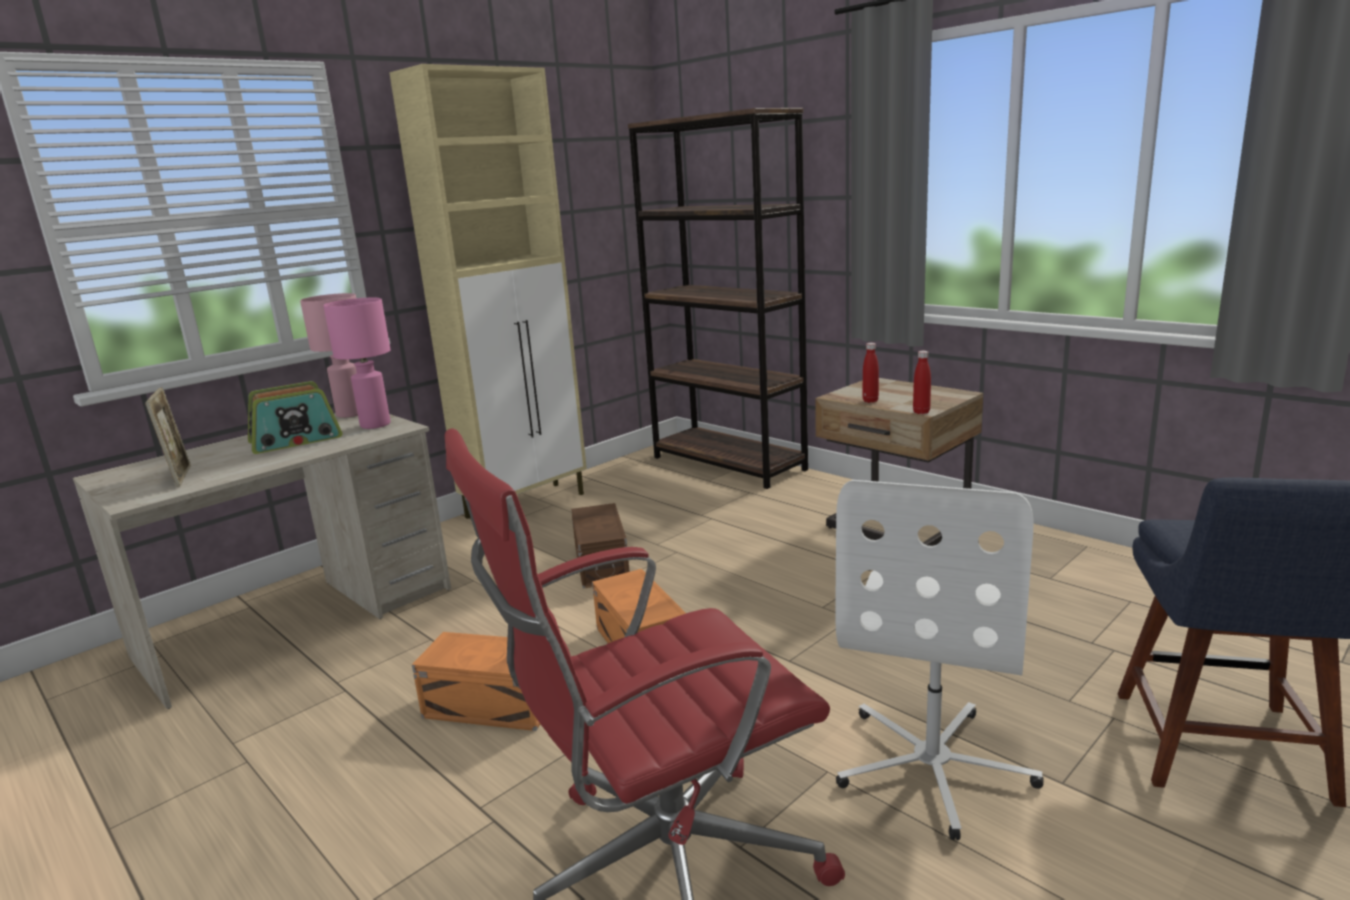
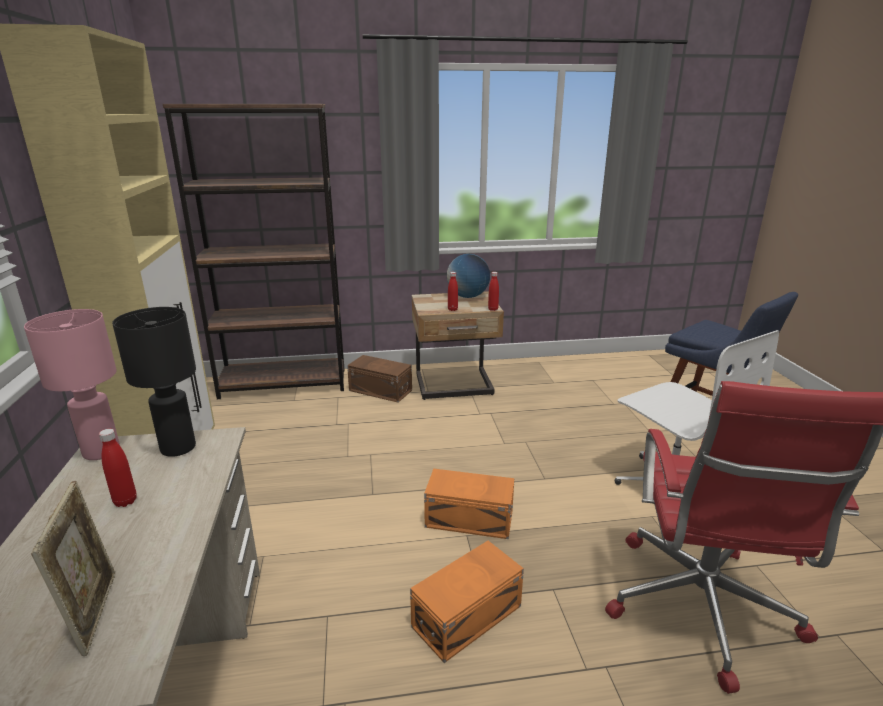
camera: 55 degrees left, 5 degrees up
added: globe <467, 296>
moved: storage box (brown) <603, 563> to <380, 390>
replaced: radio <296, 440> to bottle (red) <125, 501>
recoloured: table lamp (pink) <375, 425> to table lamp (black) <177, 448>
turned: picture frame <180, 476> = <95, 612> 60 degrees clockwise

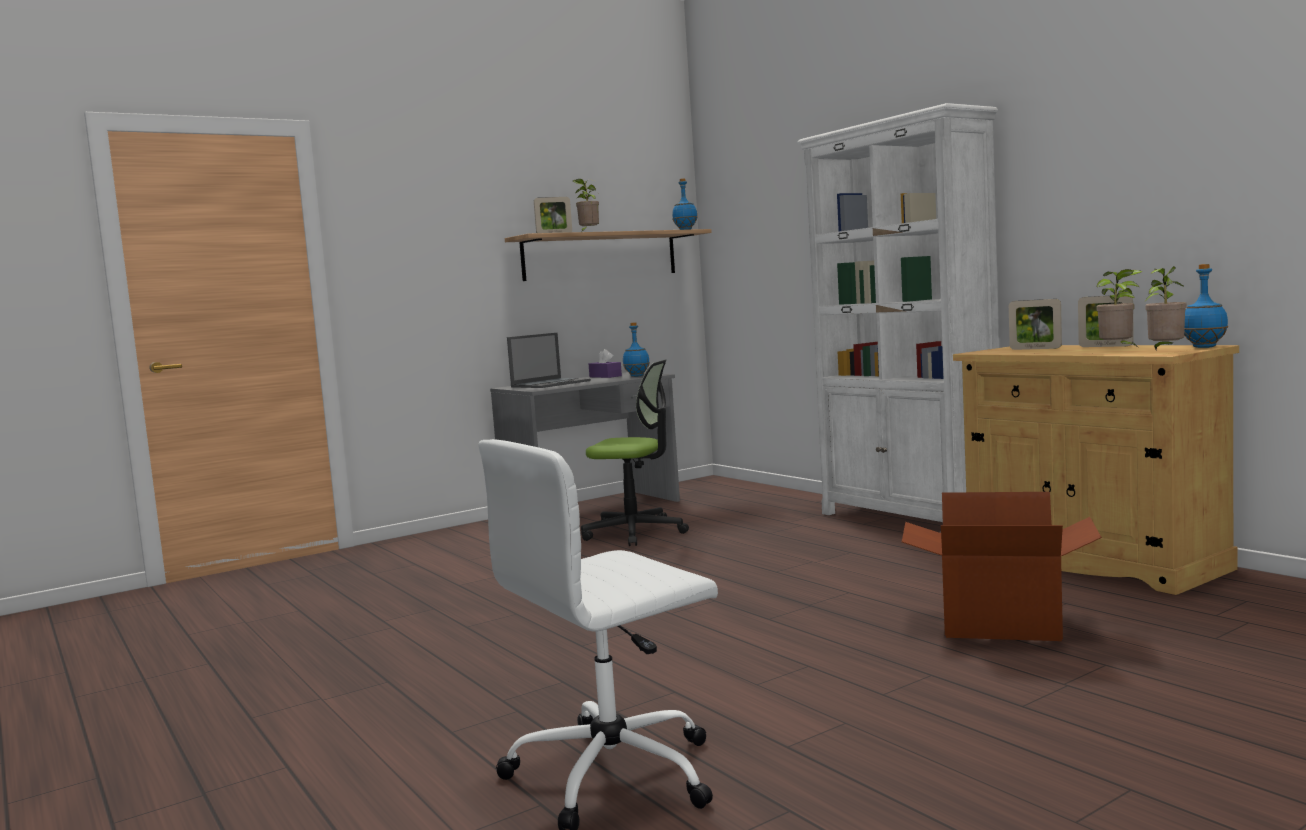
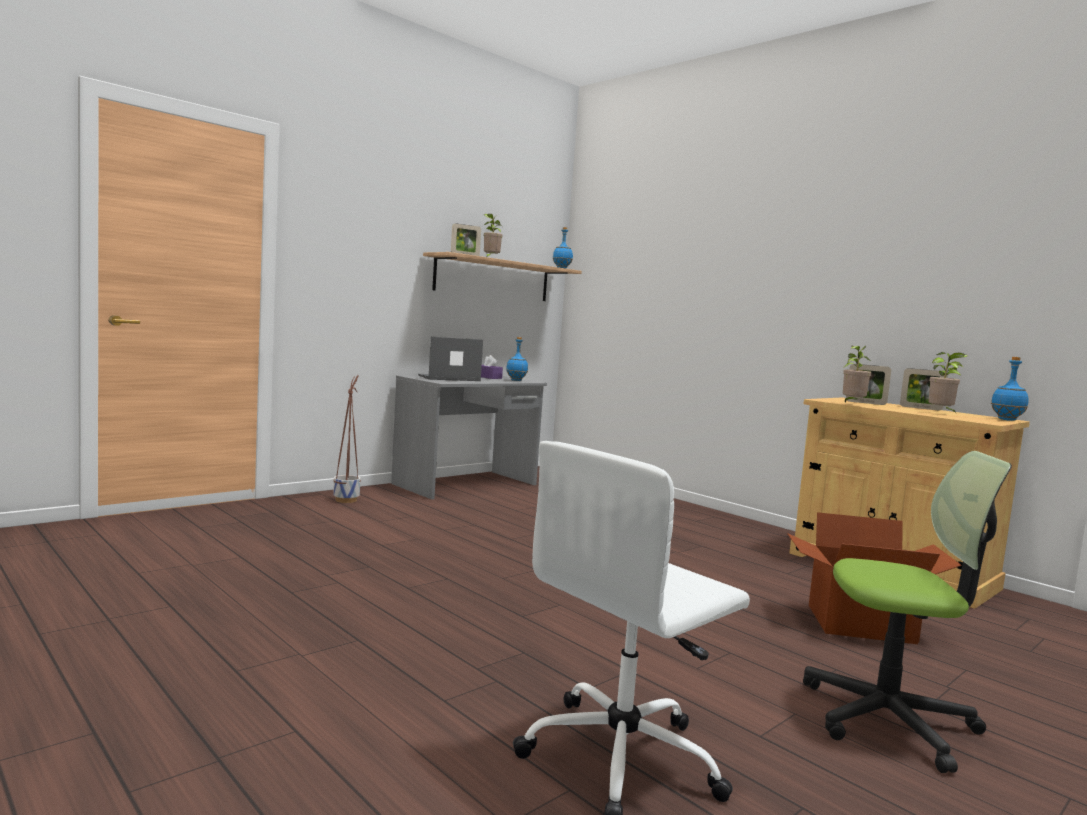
camera: 10 degrees left, 0 degrees up
removed: bookcase (white) <909, 520>
added: planter <346, 500>
moved: office chair <635, 532> to <889, 719>; potted plant <1165, 352> to <852, 404>
turned: laptop <551, 384> = <448, 378> 150 degrees counterclockwise

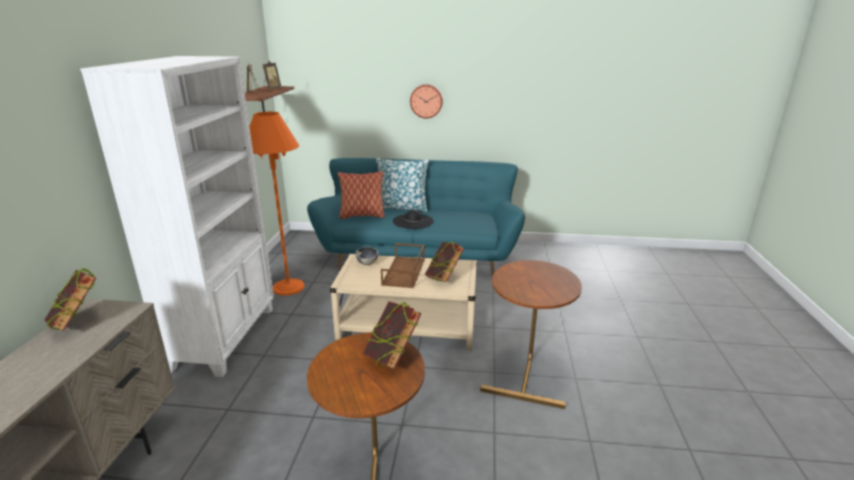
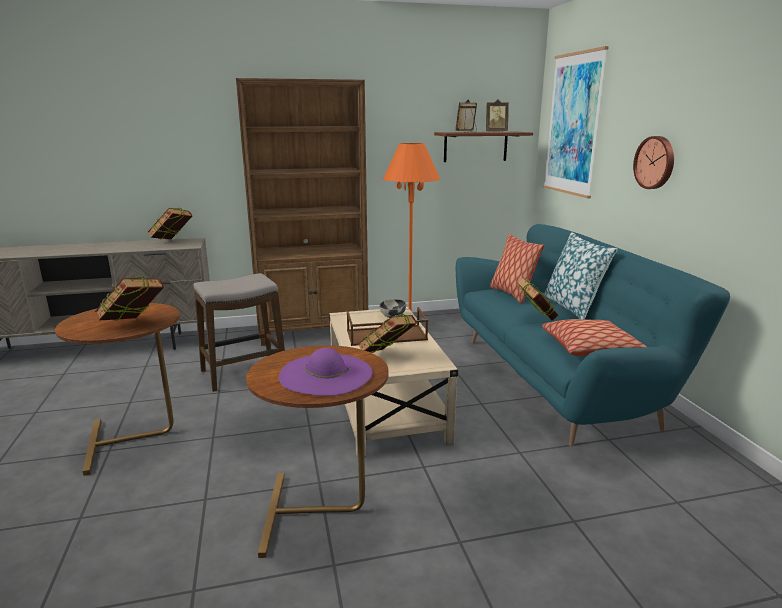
camera: 70 degrees right, 5 degrees down
added: stool <243, 373>; hat (purple) <326, 374>; pillow <590, 348>; picture <573, 124>
replaced: hat (black) <413, 221> to book <535, 318>
recoloured: bookcase (white) <225, 337> to bookcase (brown) <313, 332>

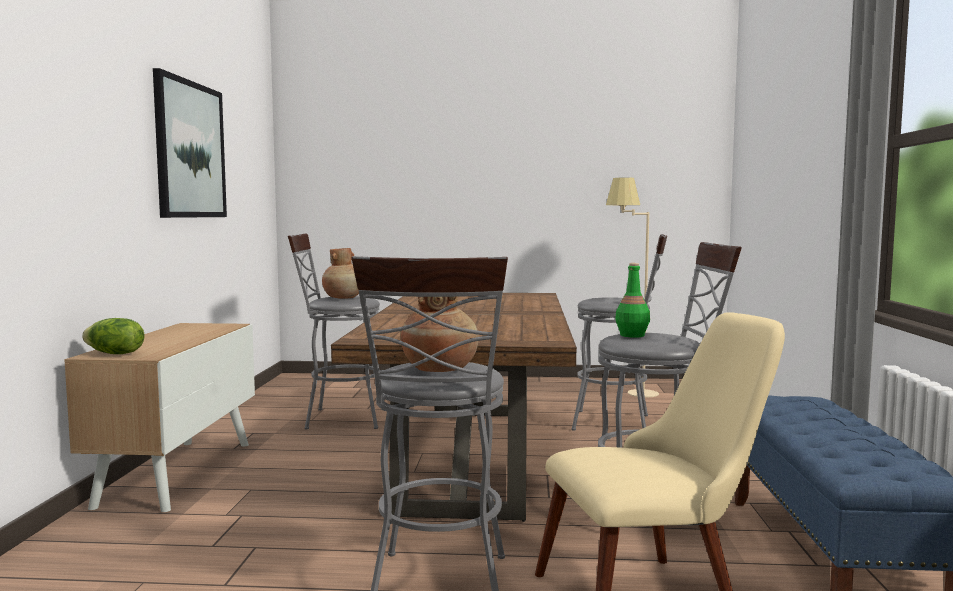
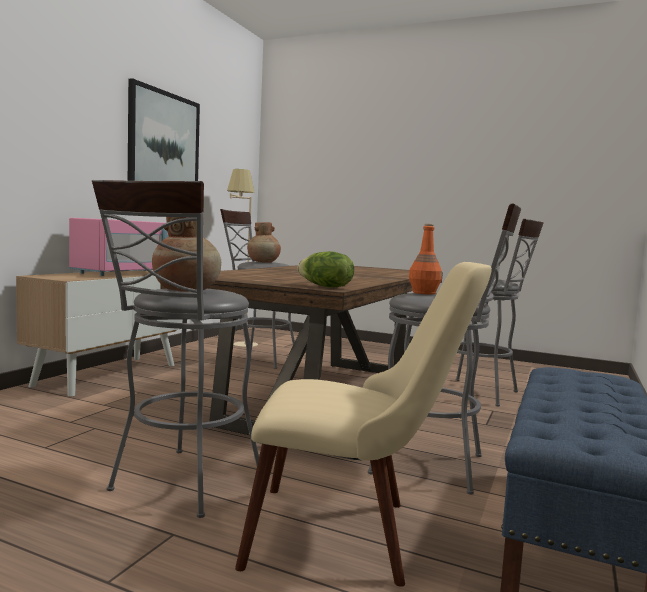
camera: 20 degrees right, 0 degrees up
added: microwave (pink) <126, 273>
moved: lettuce <114, 354> to <325, 287>; floor lamp (beige) <629, 391> to <239, 342>
recoloured: bottle (green) <632, 335> to bottle (orange) <424, 293>

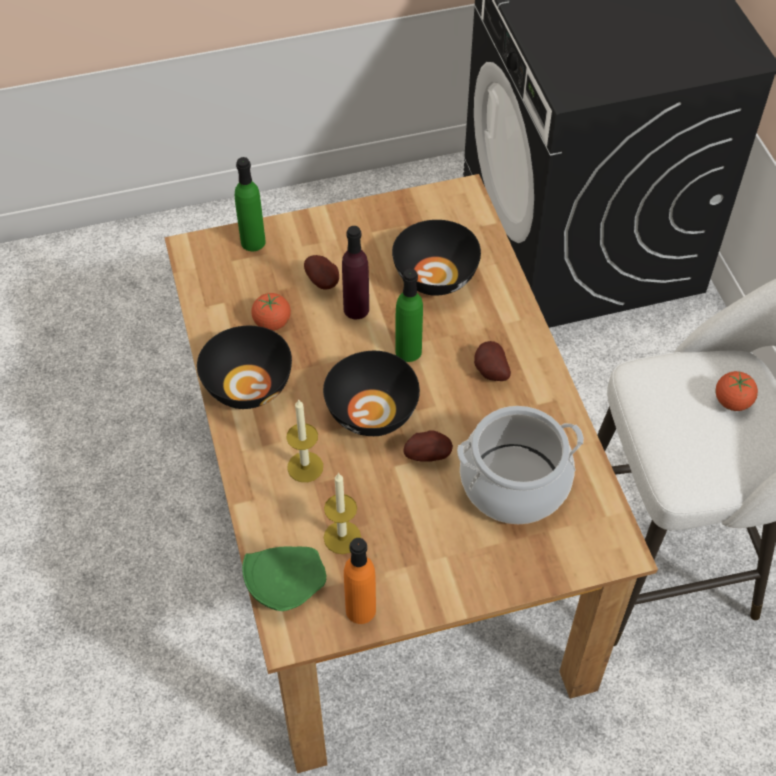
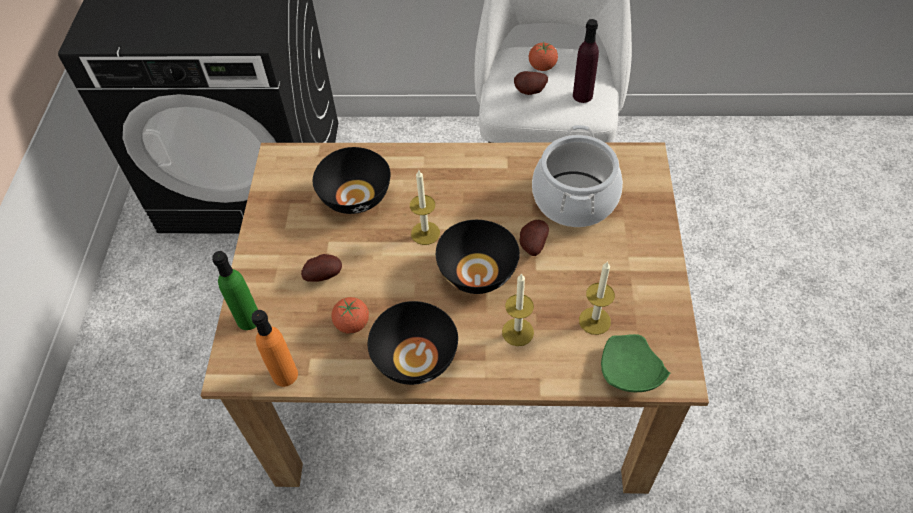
camera: 70 degrees left, 0 degrees up
moved: bottle (purple) <356, 309> to <582, 95>; bottle (orange) <360, 609> to <285, 375>; potato <489, 372> to <530, 92>
replaced: bottle (green) <408, 351> to candle <425, 233>

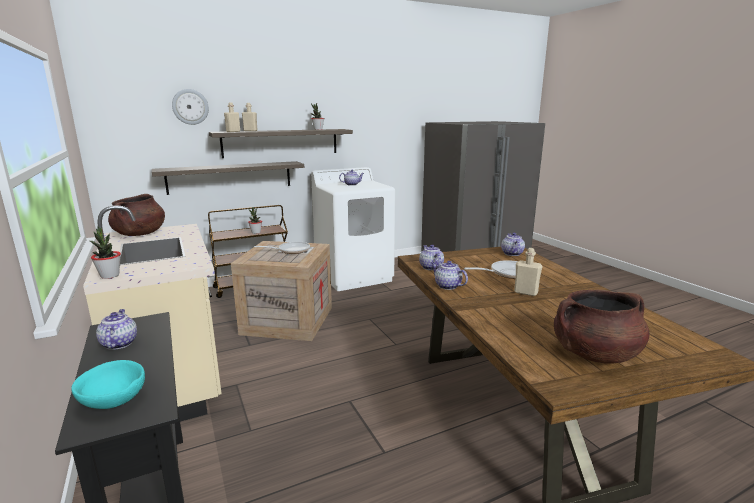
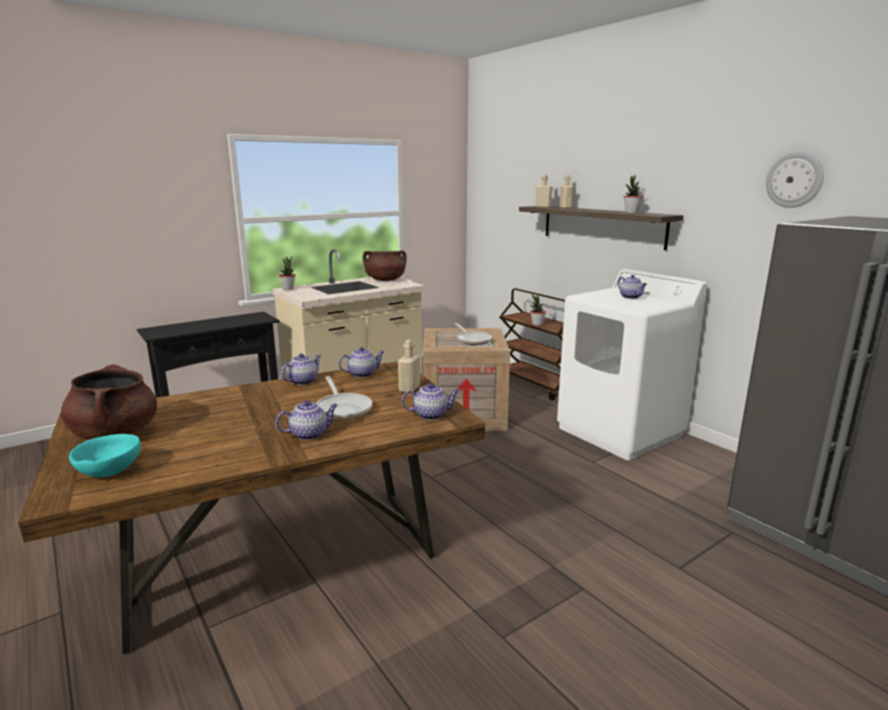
camera: 80 degrees right, 0 degrees up
removed: shelf <230, 177>
moved: bowl (turquoise) <113, 401> to <109, 471>; teapot <119, 343> to <309, 434>; wall clock <190, 107> to <794, 180>; bottle (beige) <525, 292> to <409, 389>

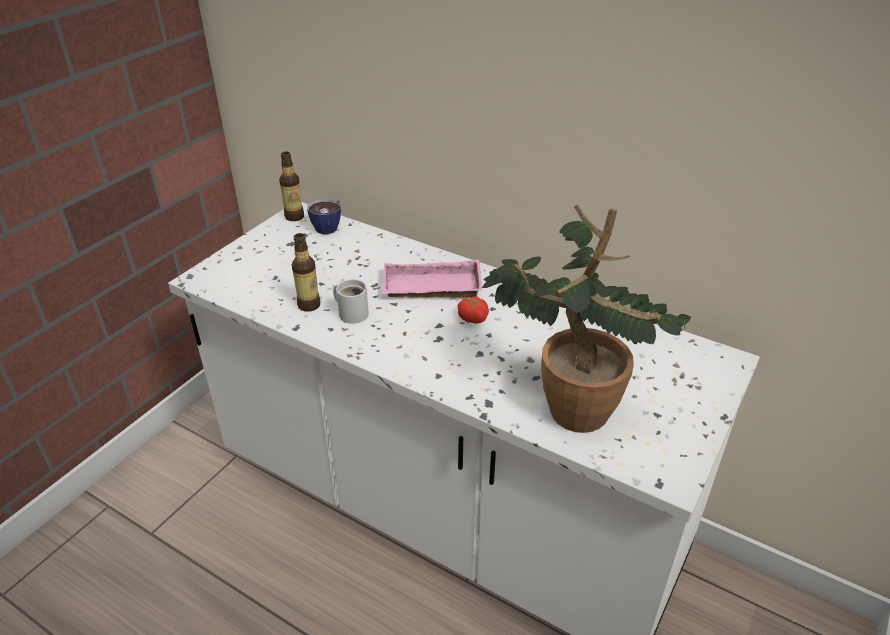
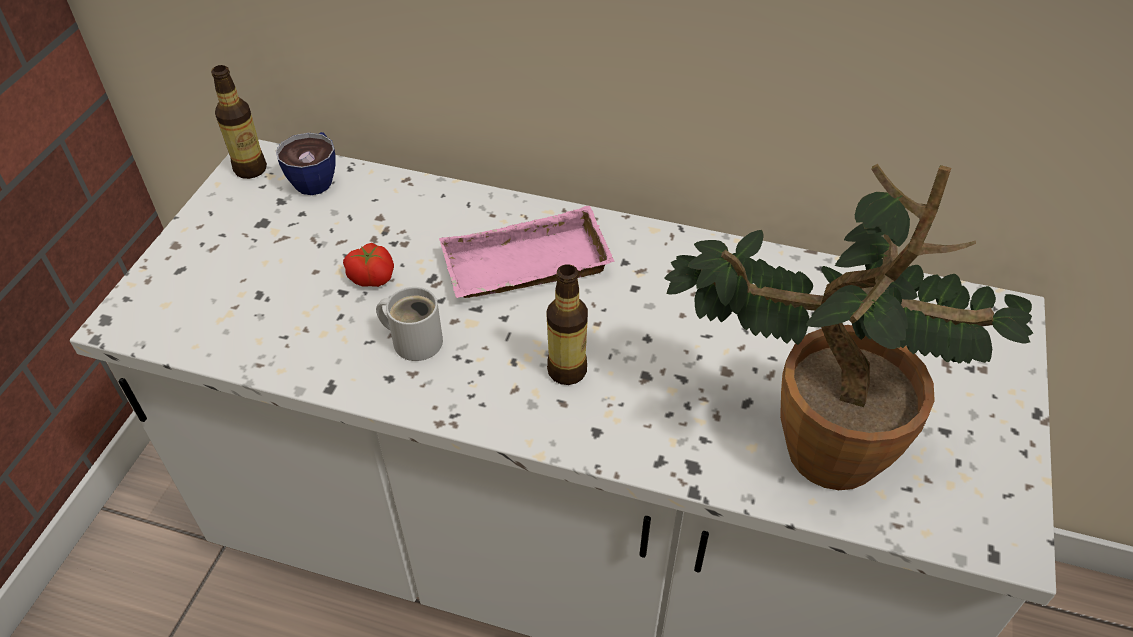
camera: 15 degrees left, 10 degrees up
moved: bottle <309, 305> to <567, 370>; tomato <473, 317> to <372, 276>

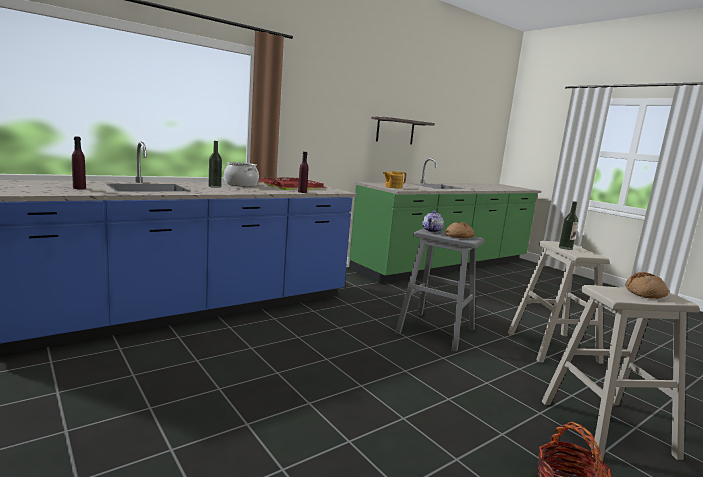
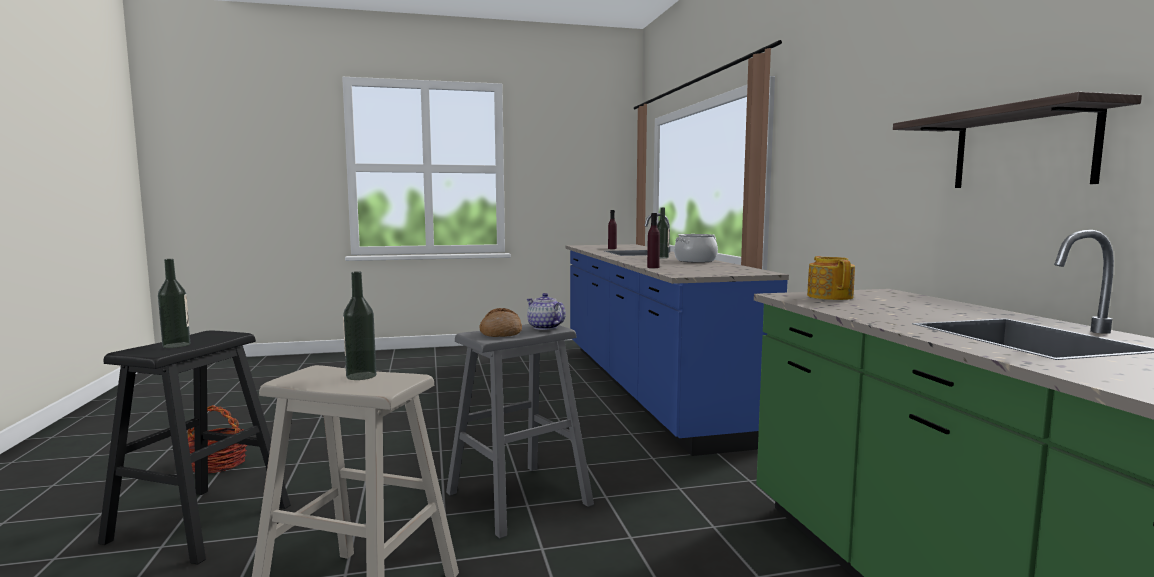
camera: 115 degrees right, 5 degrees down
removed: tray (red) <291, 186>
replaced: bread <645, 293> to bottle <176, 345>
recoloured: stool (beige) <606, 428> to stool (black) <200, 523>

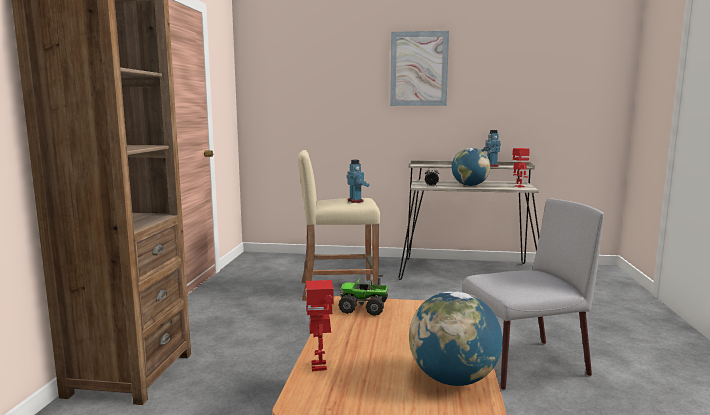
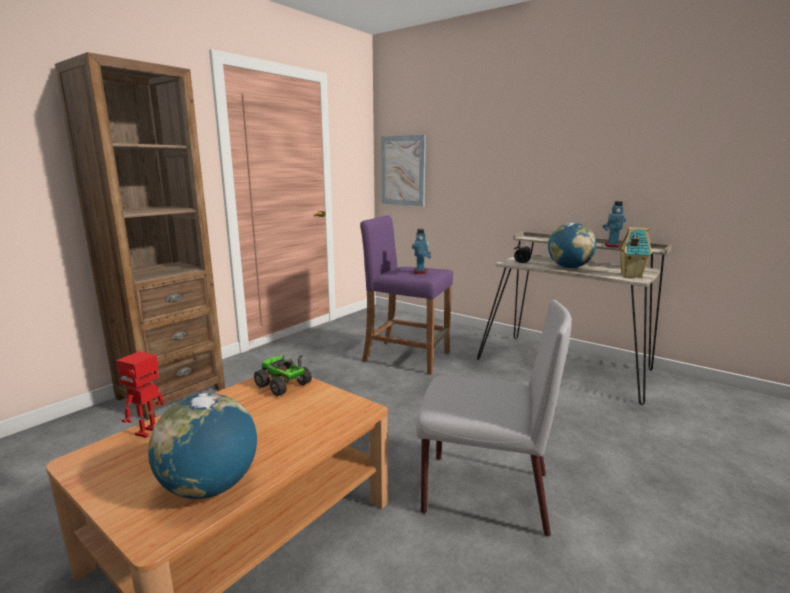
camera: 30 degrees right, 5 degrees up
moved: picture <419, 69> to <403, 171>
replaced: toy robot <519, 186> to toy house <630, 275>
recoloured: stool (beige) <338, 289> to stool (purple) <406, 357>

